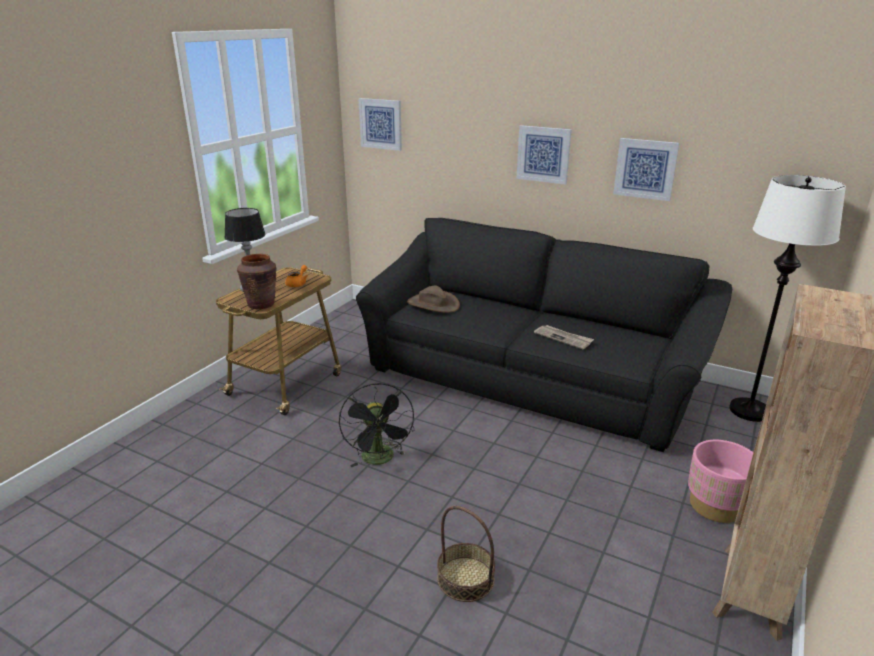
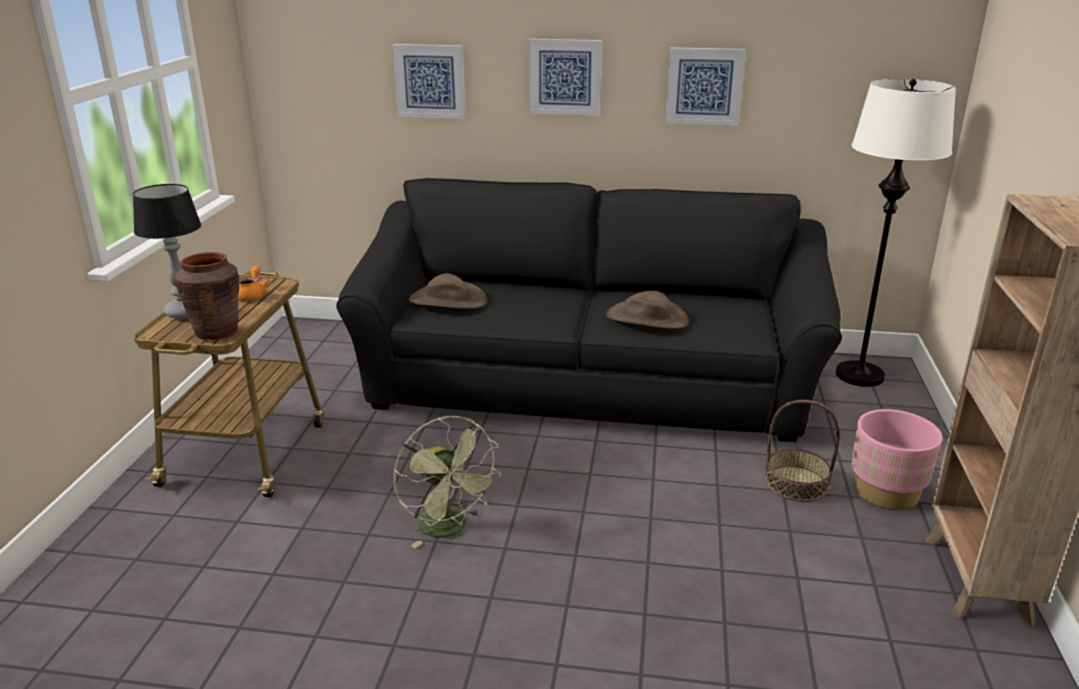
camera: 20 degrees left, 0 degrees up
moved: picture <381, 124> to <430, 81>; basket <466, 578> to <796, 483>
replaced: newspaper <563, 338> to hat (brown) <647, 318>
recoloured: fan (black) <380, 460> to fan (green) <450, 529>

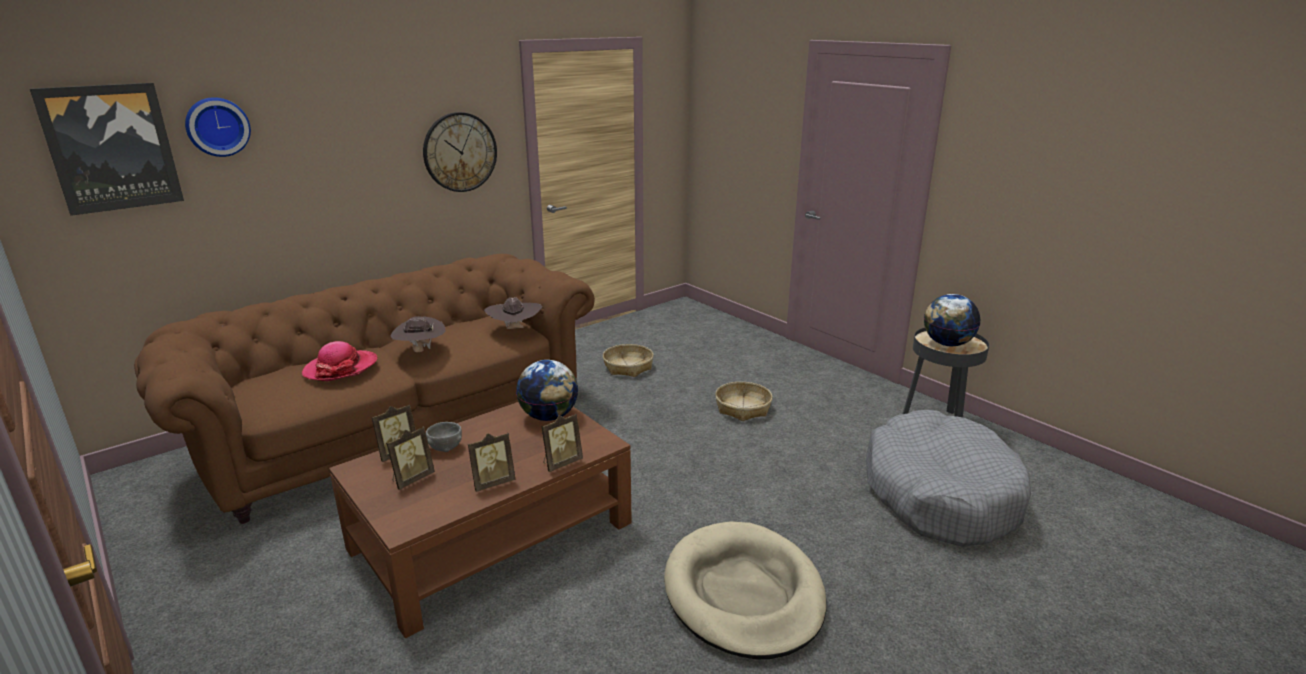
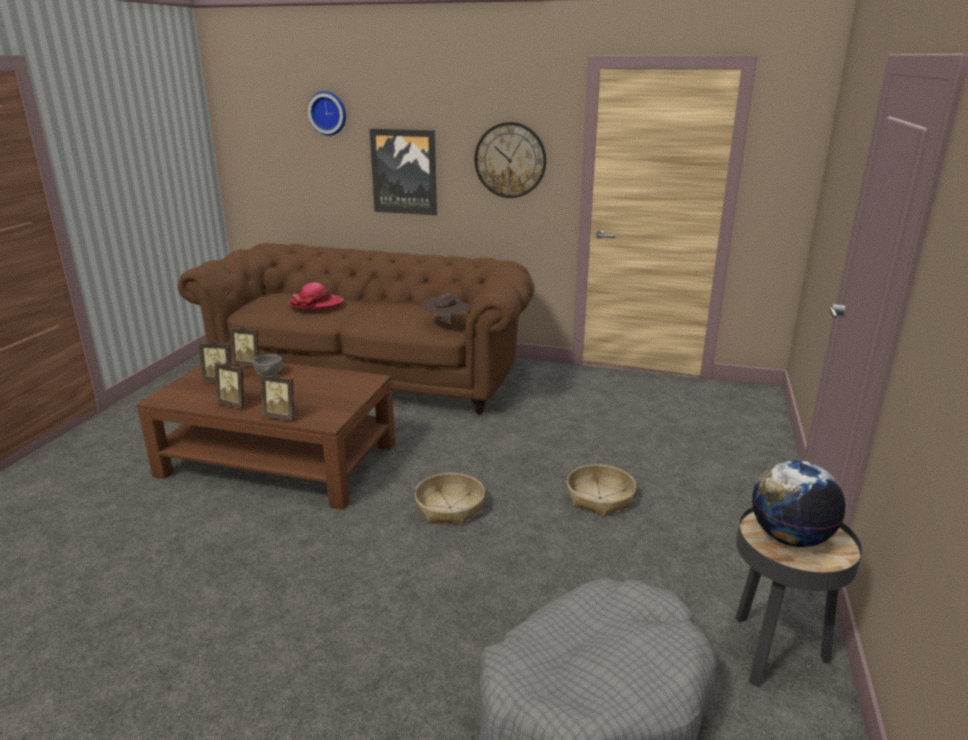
camera: 55 degrees right, 0 degrees up
removed: hat (brown) <420, 351>; globe <549, 417>; dog bed (beige) <743, 594>
moved: picture <111, 148> to <404, 172>; basket <628, 367> to <450, 507>

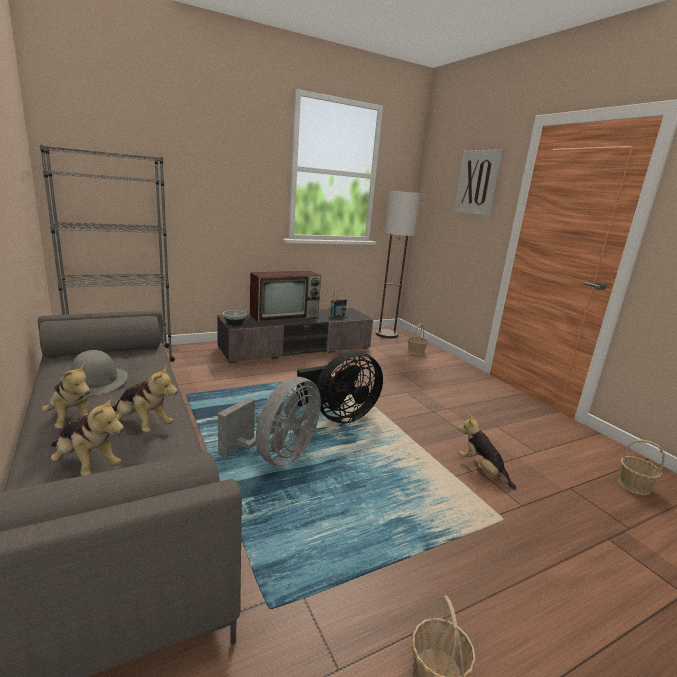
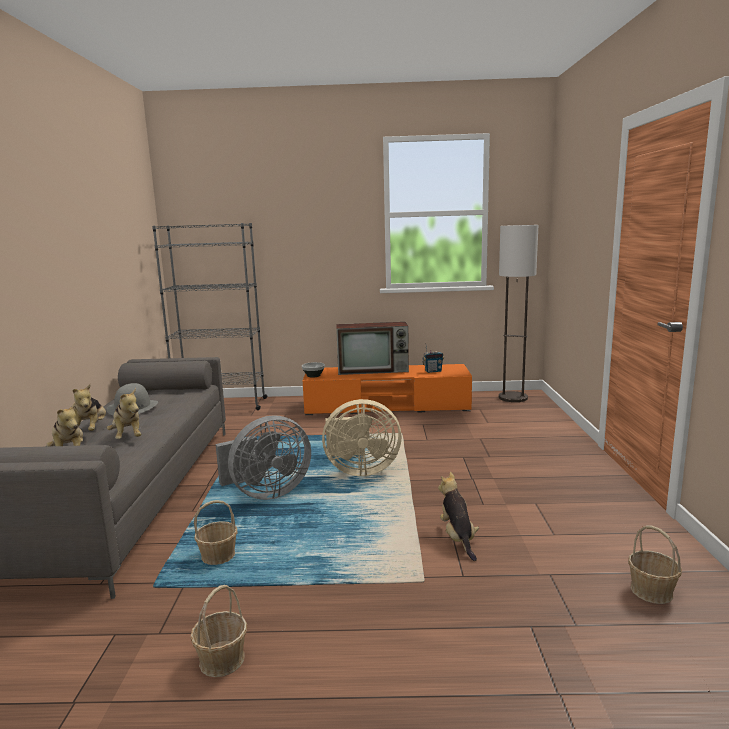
camera: 30 degrees right, 5 degrees down
removed: picture <477, 182>
moved: basket <416, 352> to <218, 556>
recoloured: tv stand (grey) <296, 348> to tv stand (orange) <387, 406>; fan (black) <339, 416> to fan (beige) <359, 470>

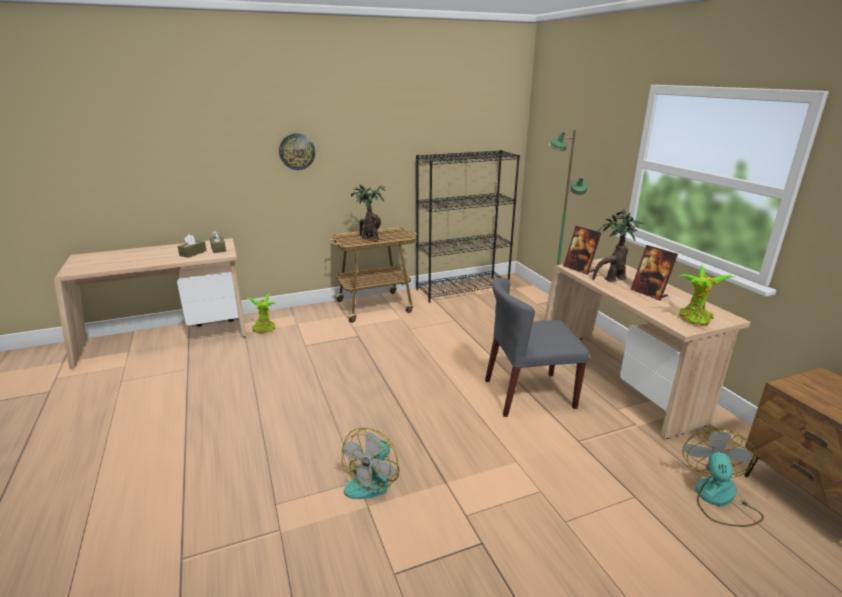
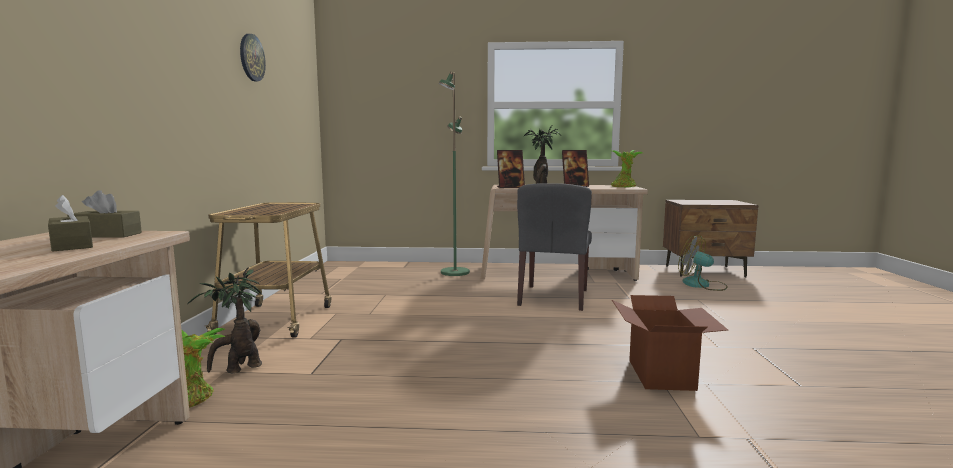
camera: 65 degrees left, 15 degrees down
removed: bookcase (black) <463, 289>
moved: wall clock <297, 151> to <251, 57>; potted plant <369, 239> to <238, 369>
replaced: fan <373, 480> to cardboard box <662, 374>

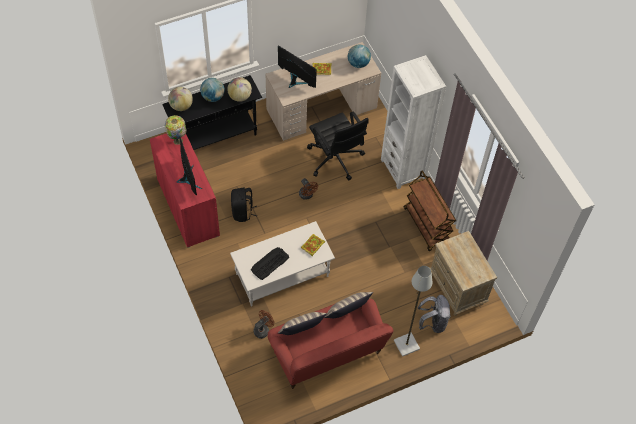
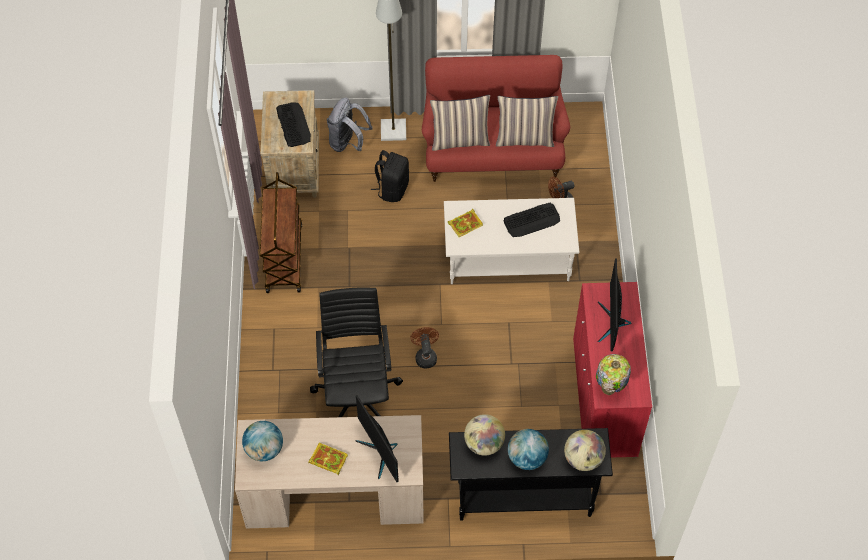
camera: 155 degrees left, 0 degrees up
removed: bookcase (white) <403, 169>
added: keyboard <293, 124>
moved: backpack (black) <242, 212> to <392, 189>

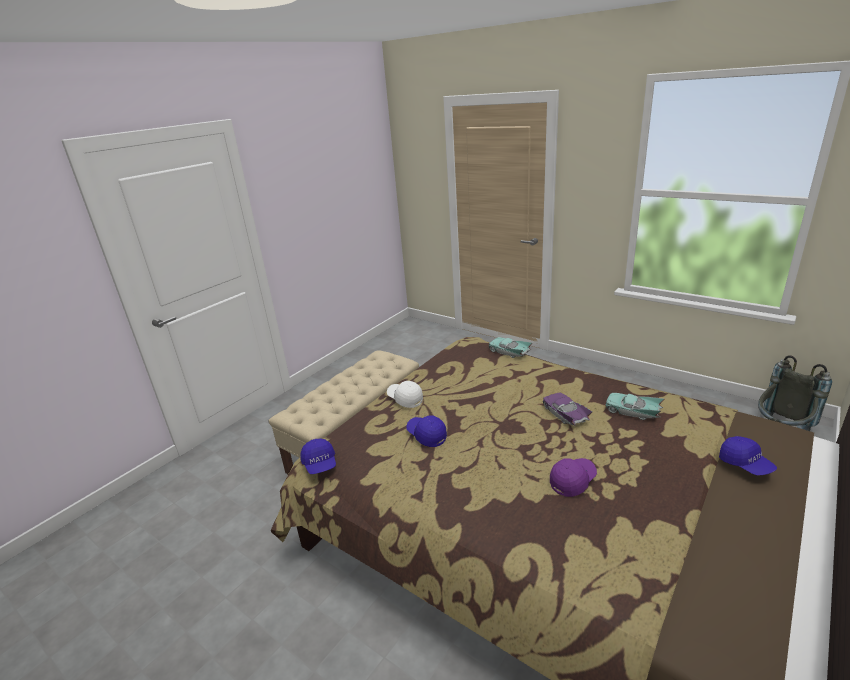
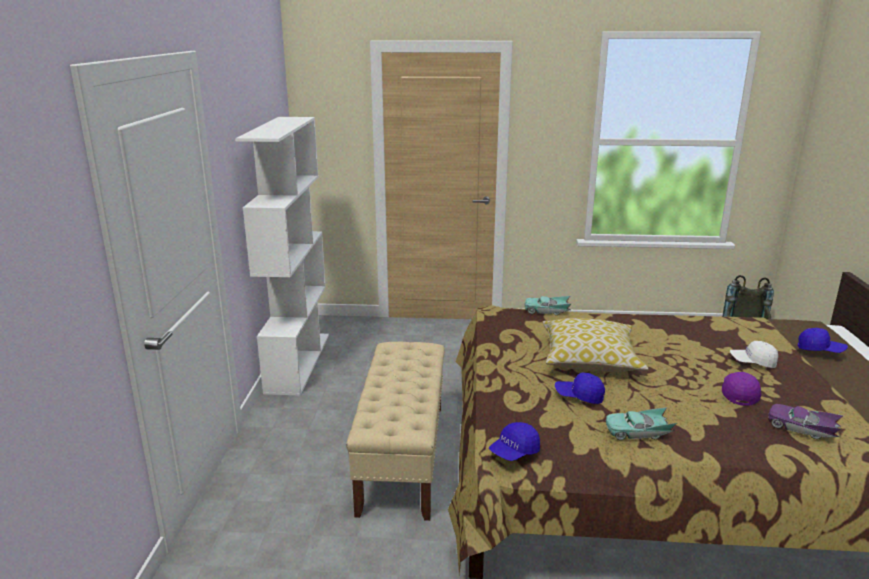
camera: 35 degrees left, 5 degrees down
added: bookcase (white) <298, 362>; pillow <590, 359>
moved: cap (white) <405, 399> to <752, 362>; toy car (purple) <565, 415> to <801, 428>; toy car (turquoise) <632, 412> to <638, 432>
turned: cap (blue) <320, 464> = <514, 452> 105 degrees clockwise

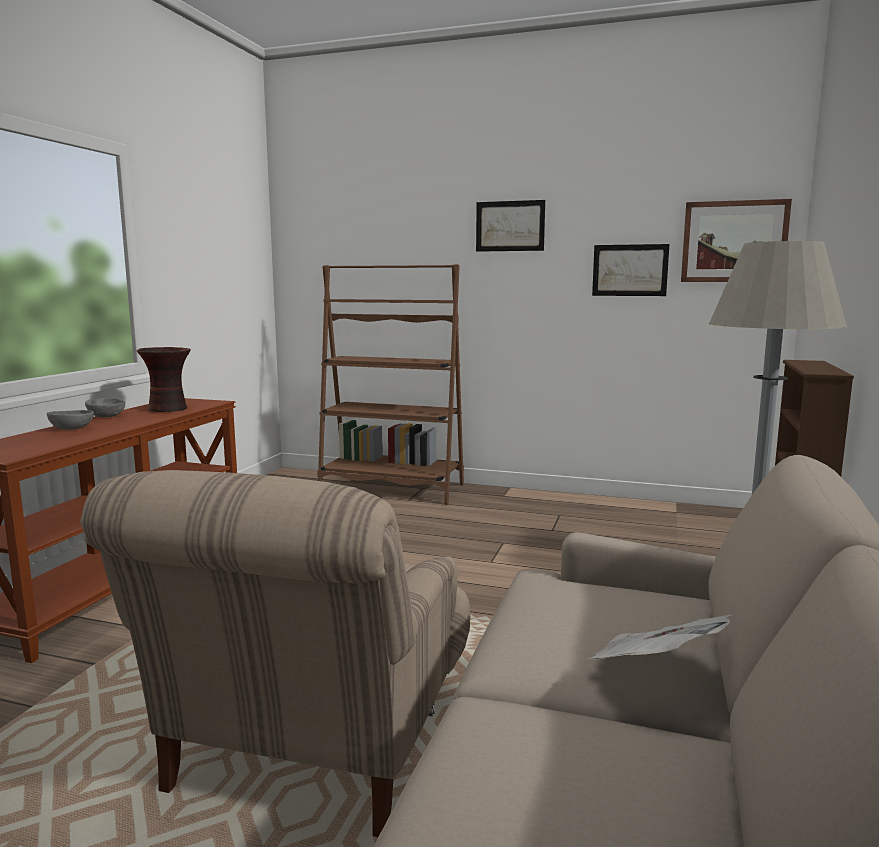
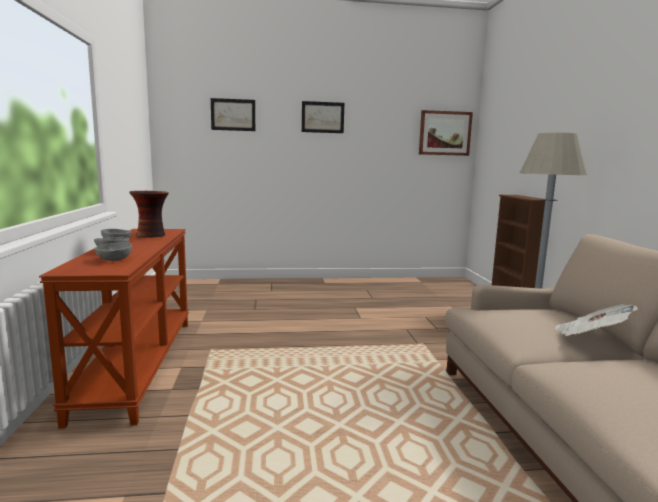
camera: 25 degrees left, 0 degrees up
removed: armchair (beige) <313, 749>; bookcase (brown) <392, 488>
added: bowl (grey) <114, 260>
moved: picture <630, 270> to <233, 114>

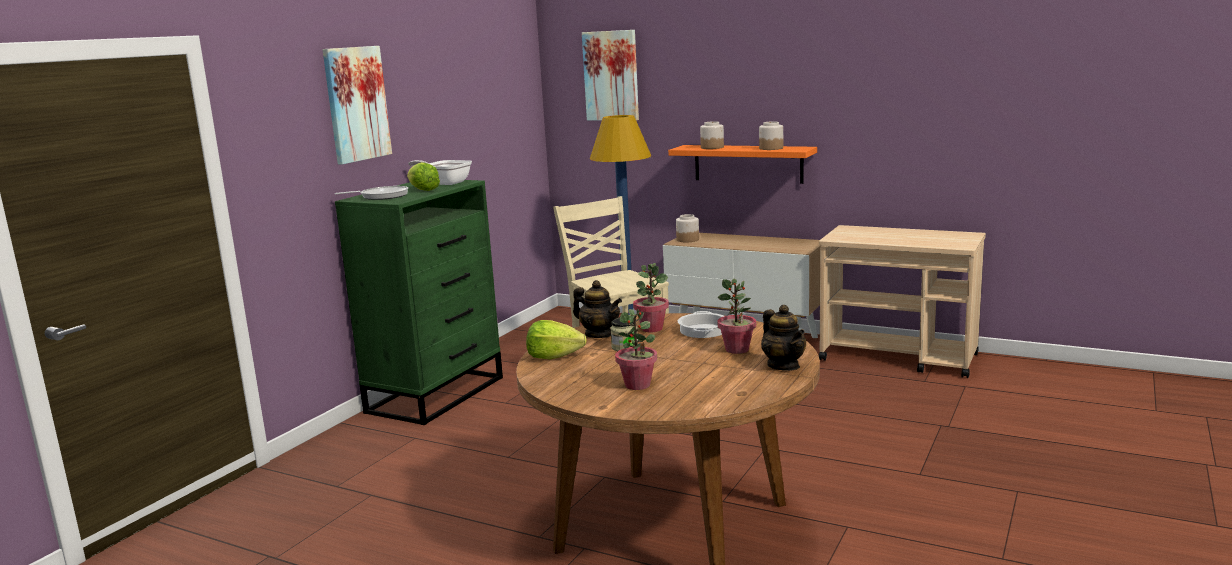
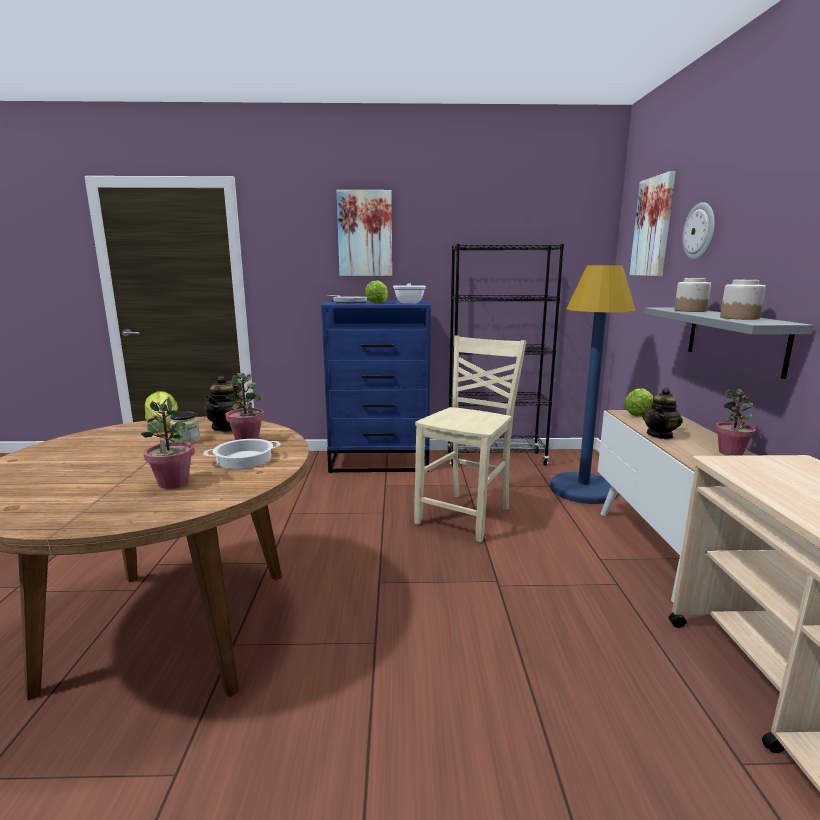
camera: 60 degrees right, 0 degrees up
added: bookcase (black) <495, 459>; wall clock <700, 231>
moved: potted plant <638, 385> to <731, 453>; teapot <783, 366> to <660, 435>
replaced: jar <687, 240> to lettuce <639, 414>
recoloured: dresser (green) <437, 394> to dresser (blue) <381, 461>; shelf (orange) <748, 163> to shelf (grey) <735, 339>

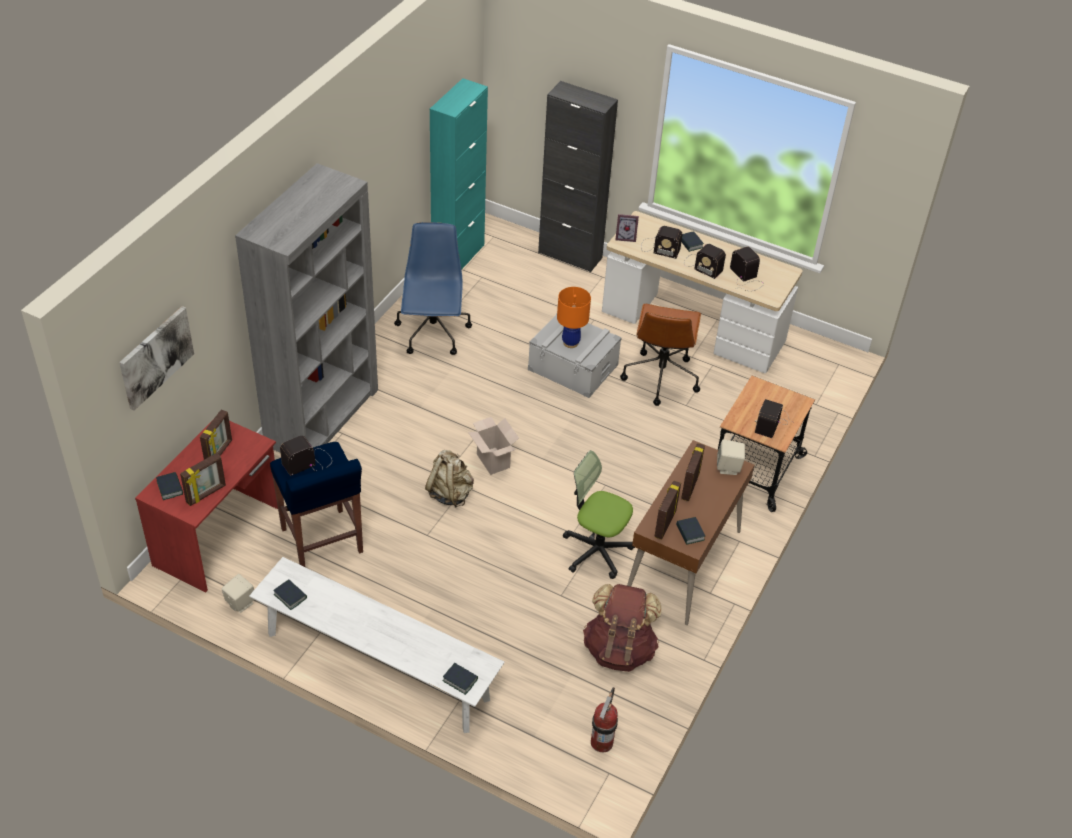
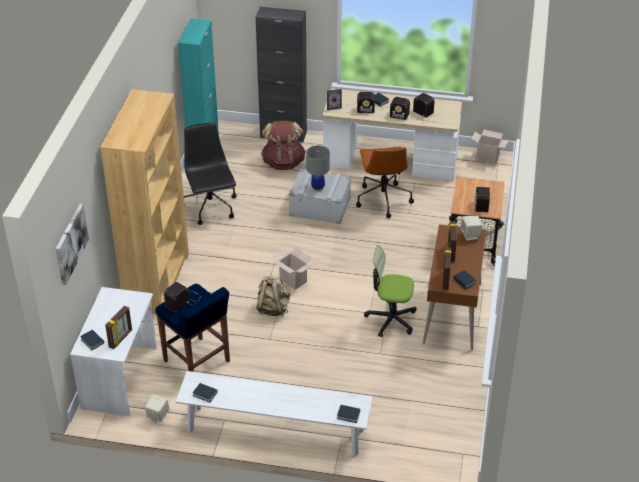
camera: 15 degrees left, 5 degrees down
removed: picture frame <219, 453>; fire extinguisher <601, 742>
added: cardboard box <488, 158>
moved: backpack (brown) <619, 649> to <283, 163>
recoloured: desk (red) <219, 536> to desk (white) <121, 377>; bookcase (grey) <322, 417> to bookcase (brown) <157, 281>; office chair (blue) <433, 334> to office chair (black) <210, 208>; table lamp (orange) <570, 343> to table lamp (grey) <318, 188>

